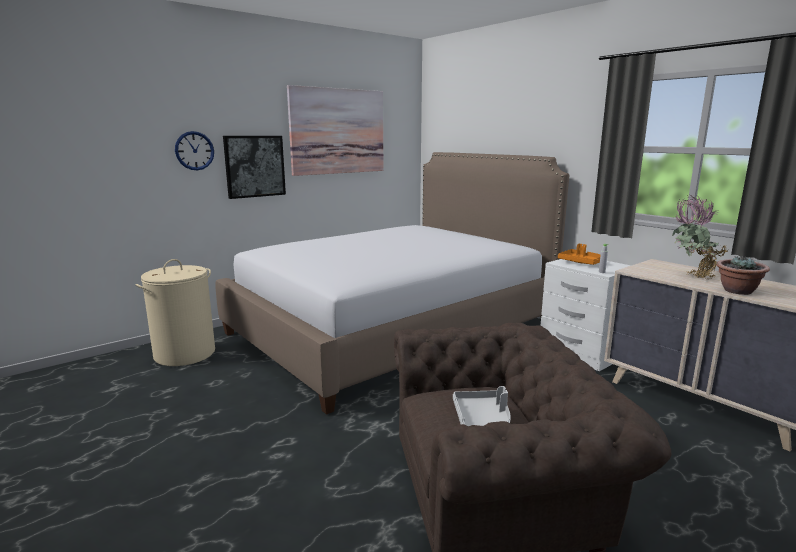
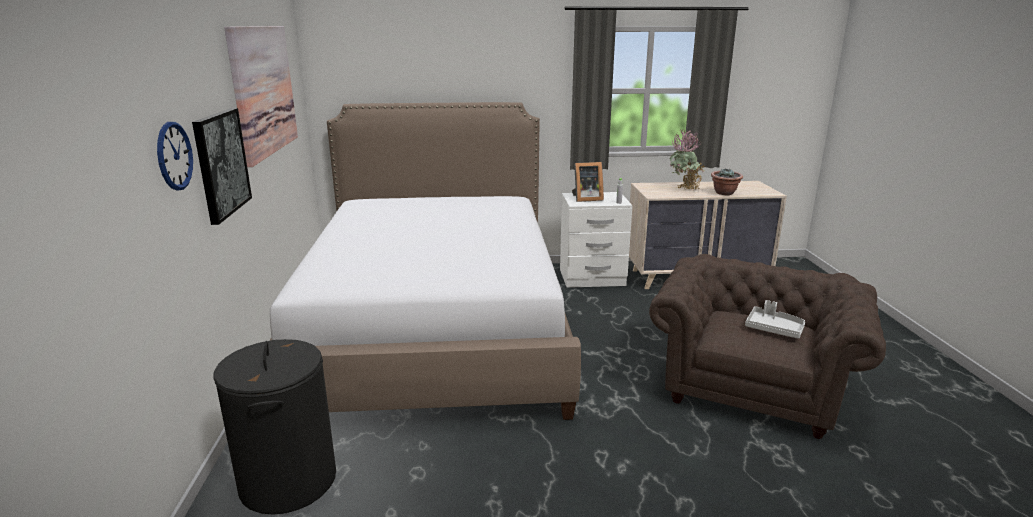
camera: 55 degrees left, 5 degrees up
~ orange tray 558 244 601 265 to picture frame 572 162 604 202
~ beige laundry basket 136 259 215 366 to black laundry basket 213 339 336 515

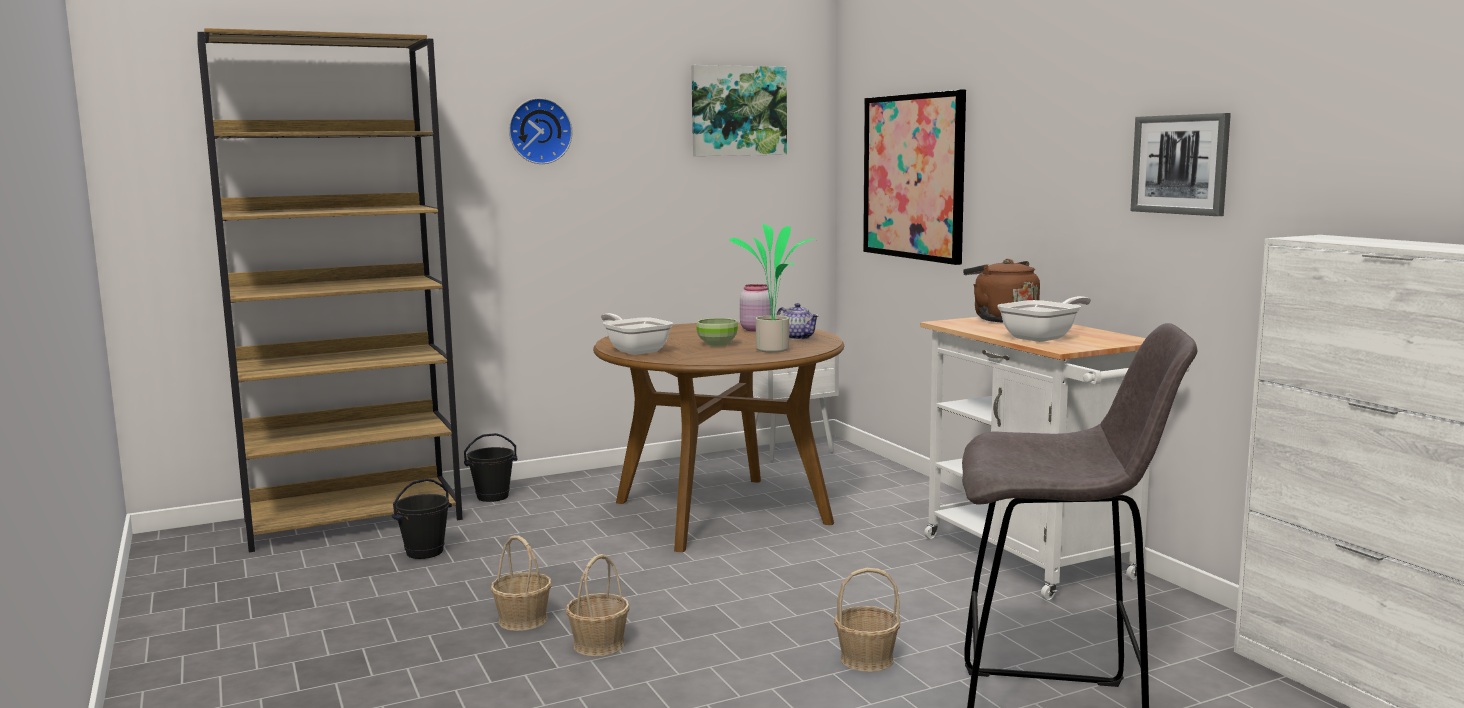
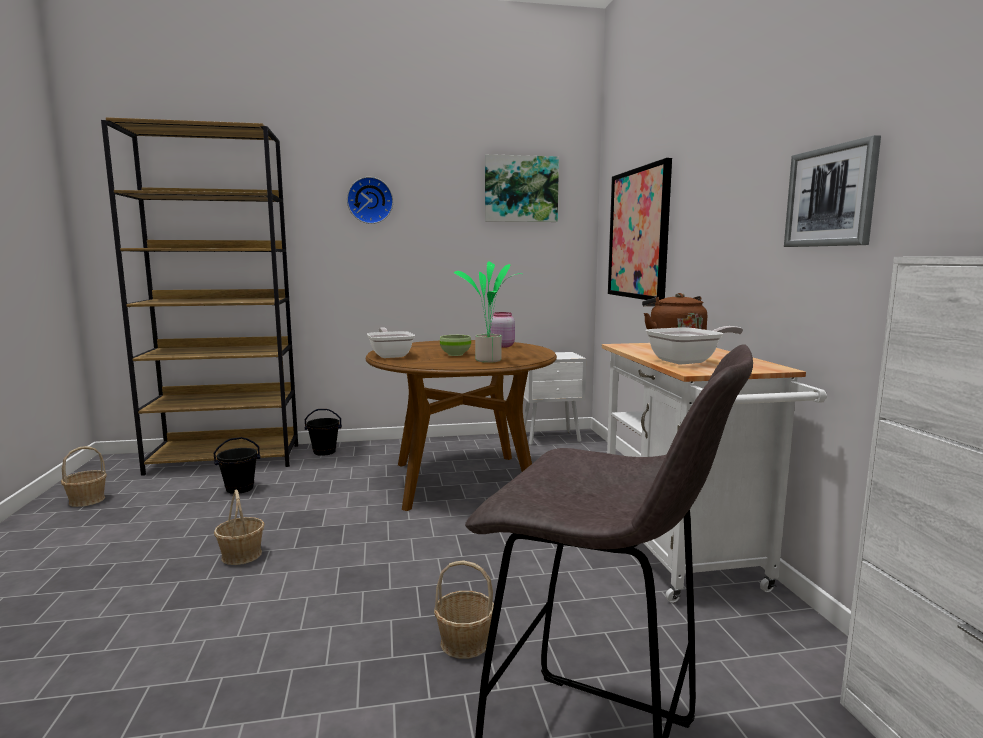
camera: 15 degrees right, 0 degrees up
- teapot 777 303 819 340
~ basket 566 554 630 657 to 61 446 107 507

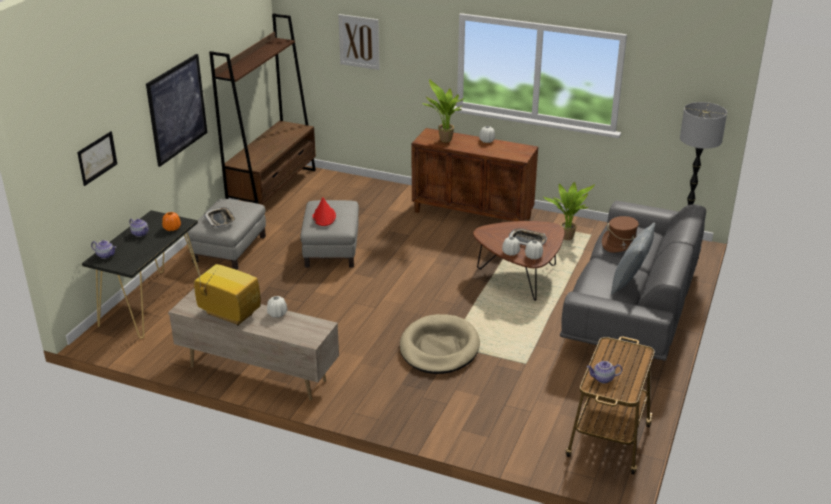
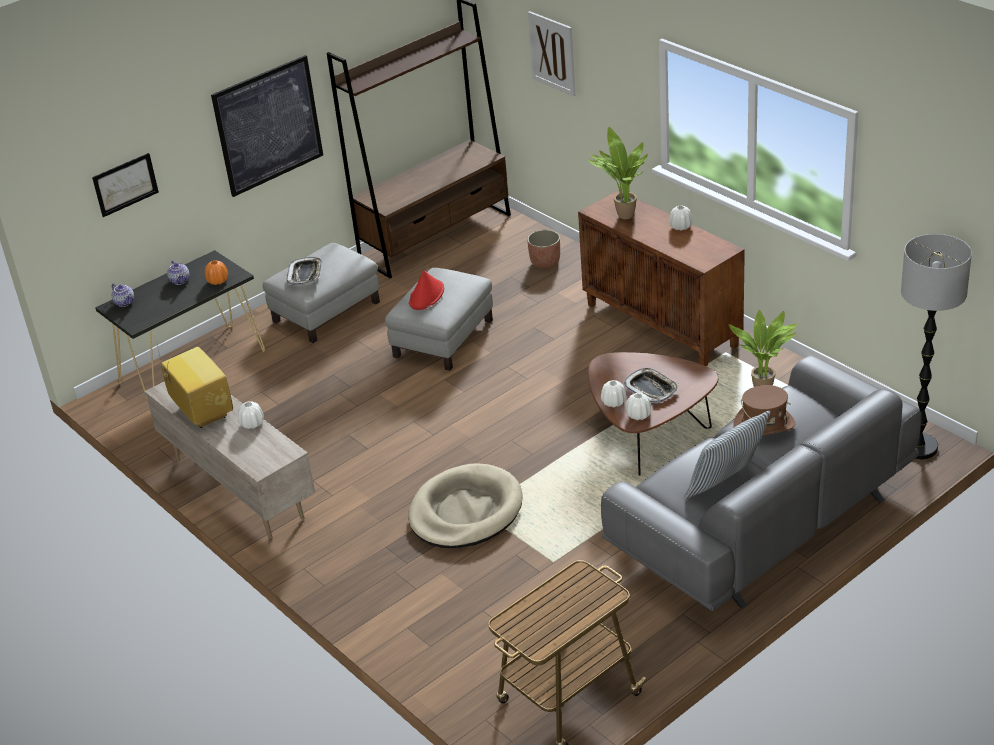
camera: 30 degrees right, 5 degrees up
- teapot 587 361 622 383
+ planter 527 230 560 268

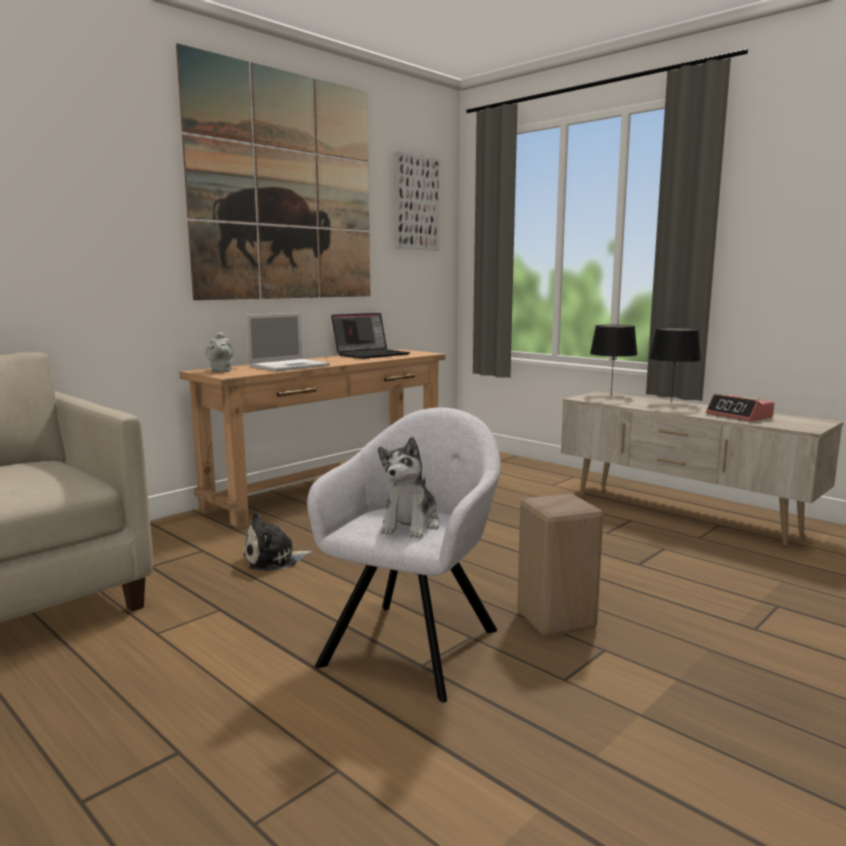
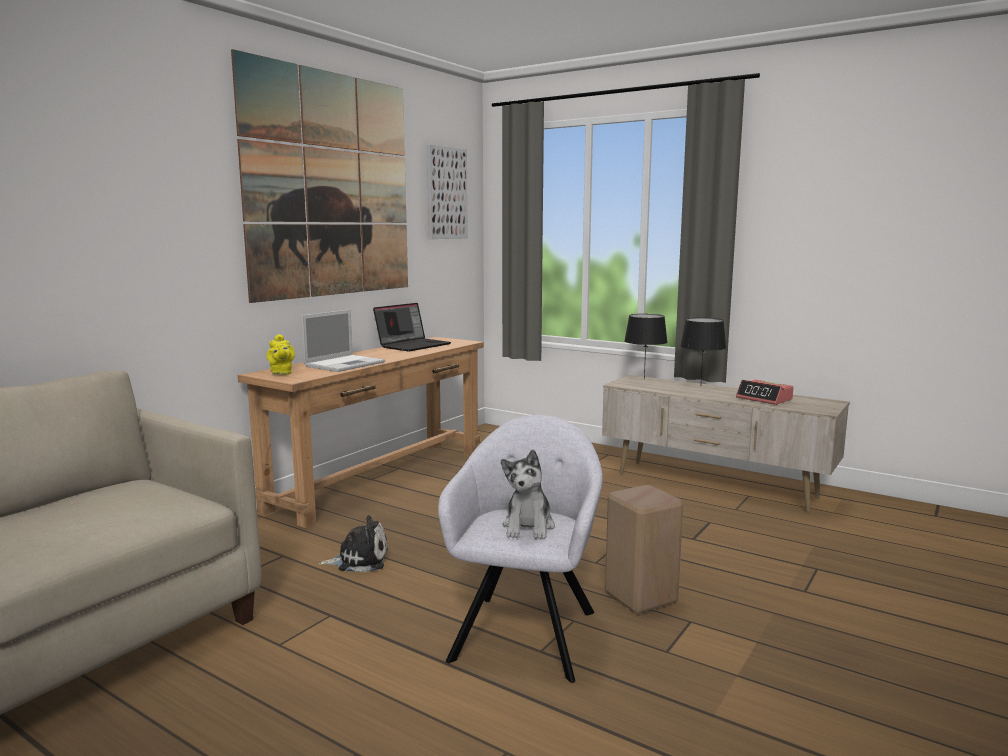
camera: 10 degrees left, 0 degrees up
~ grey teapot 205 332 234 372 to yellow teapot 266 334 295 375
~ plush toy 243 512 313 571 = 318 515 388 573 150 degrees counterclockwise

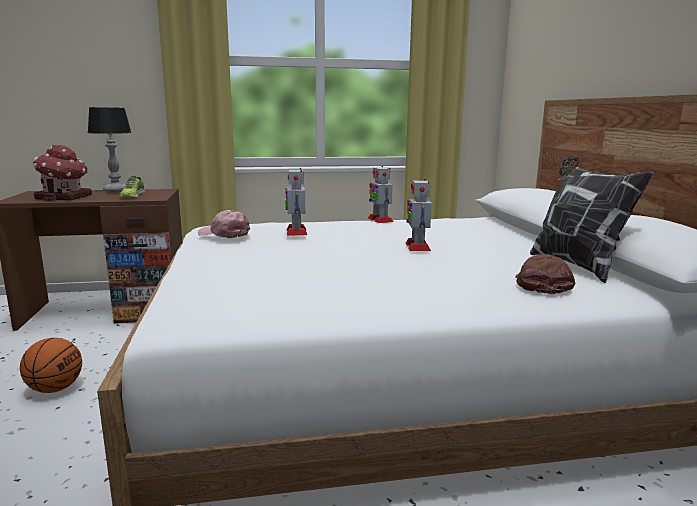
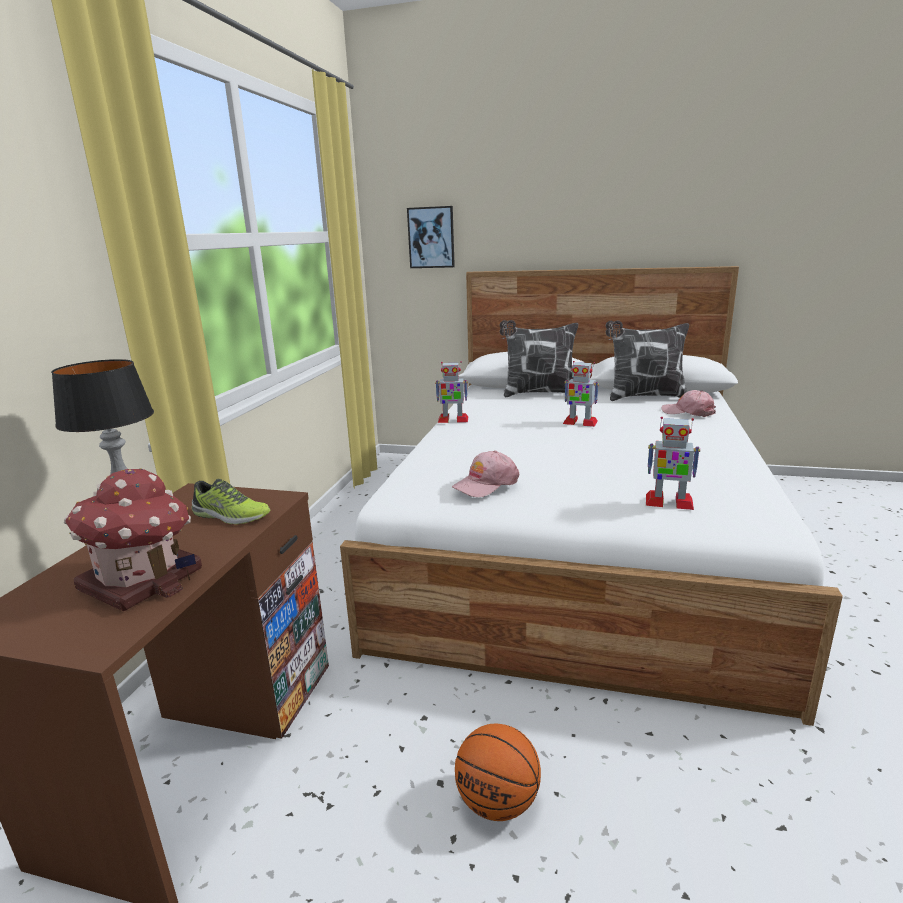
camera: 65 degrees left, 5 degrees up
+ picture 407 206 455 268
+ pillow 500 320 578 397
~ toy robot 285 168 307 236 to 646 417 700 510
~ brown cap 515 254 575 294 to pink cap 662 390 716 417

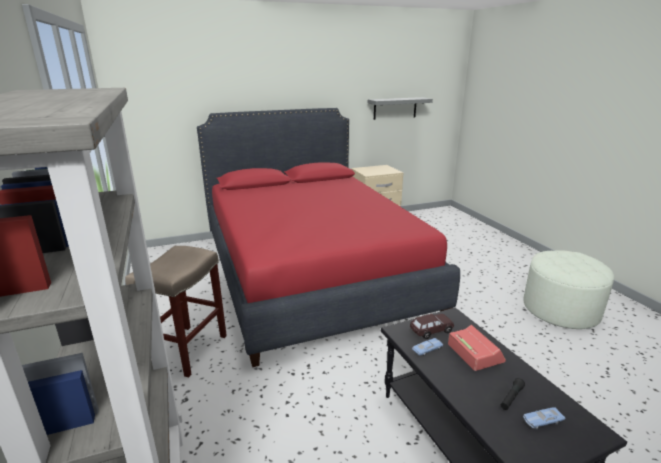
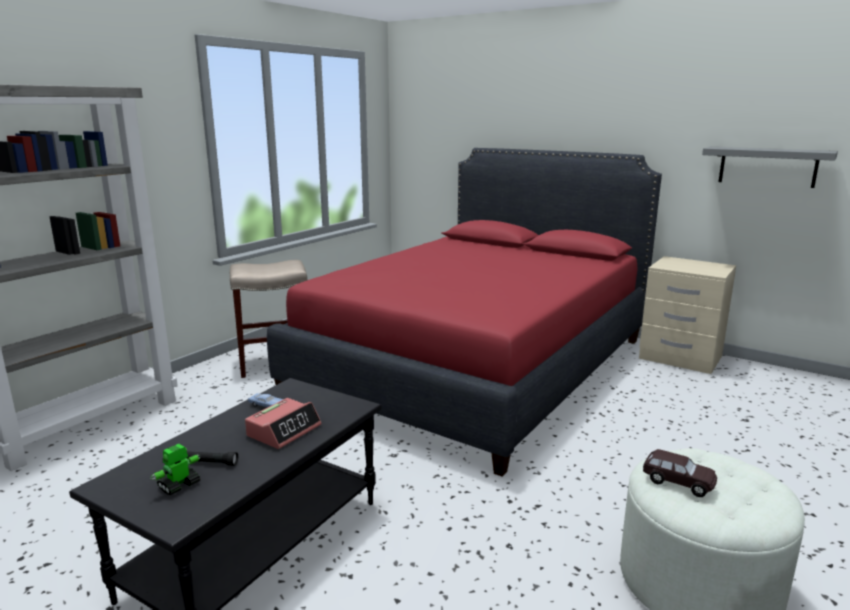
camera: 55 degrees right, 5 degrees down
~ brown toy car 410 314 454 339 to 643 449 717 497
~ blue toy car 523 407 565 430 to toy robot 150 444 201 495

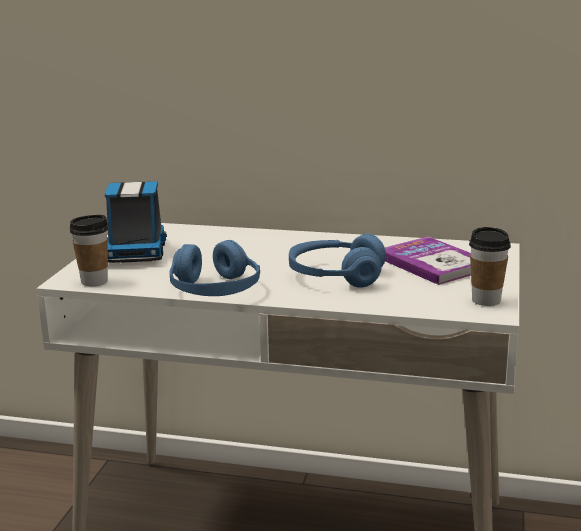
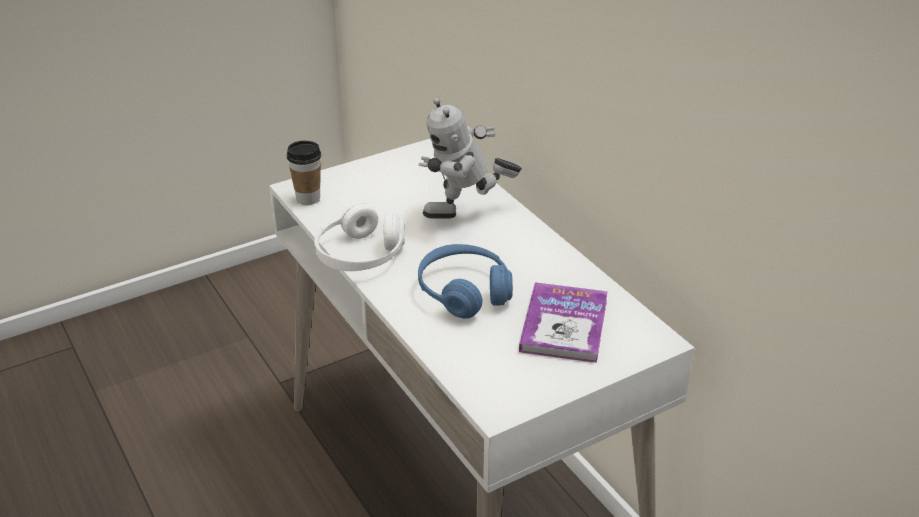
camera: 45 degrees right, 15 degrees up
- toy truck 105 181 167 263
- cup 469 227 511 306
+ toy robot 419 98 522 218
~ blue headphones 169 240 260 296 to white headphones 314 202 405 271

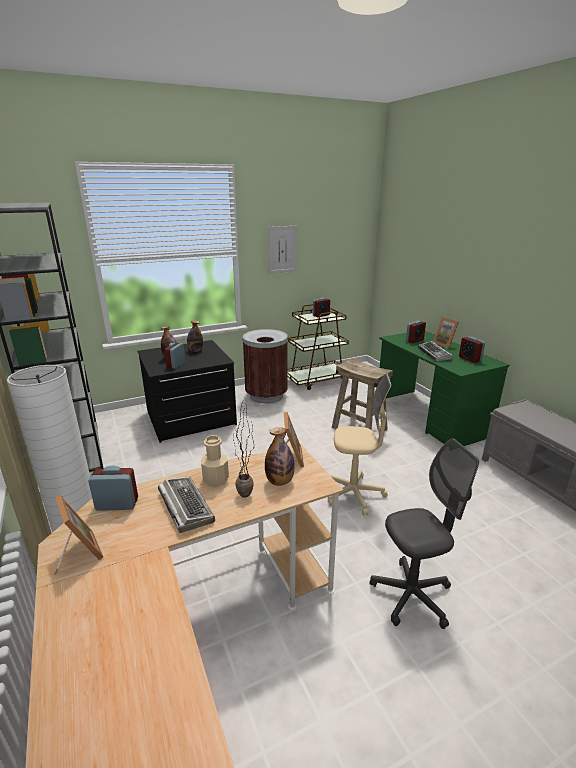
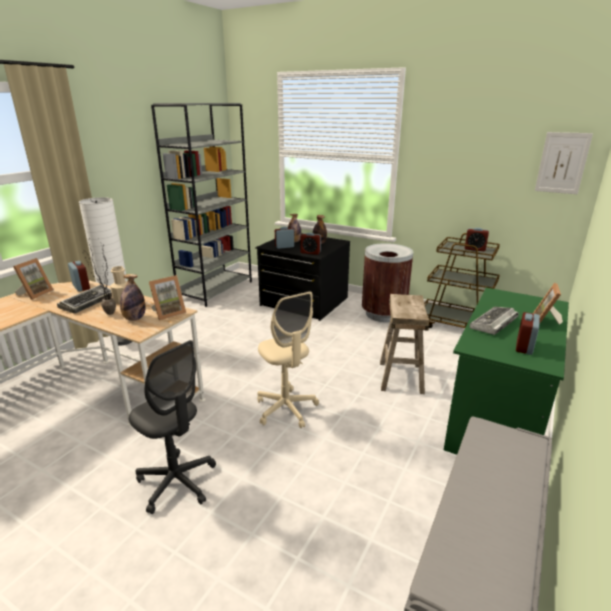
camera: 55 degrees right, 0 degrees up
~ picture 268 226 297 274 to 535 132 593 194
~ alarm clock 406 321 426 343 to 301 233 321 255

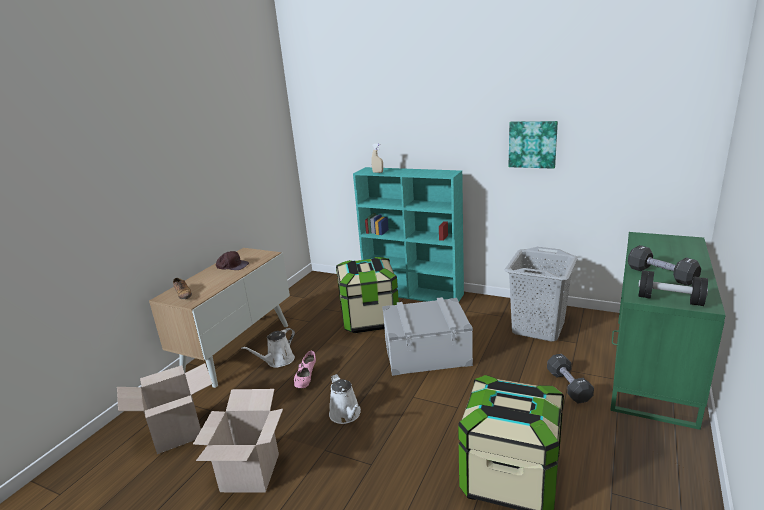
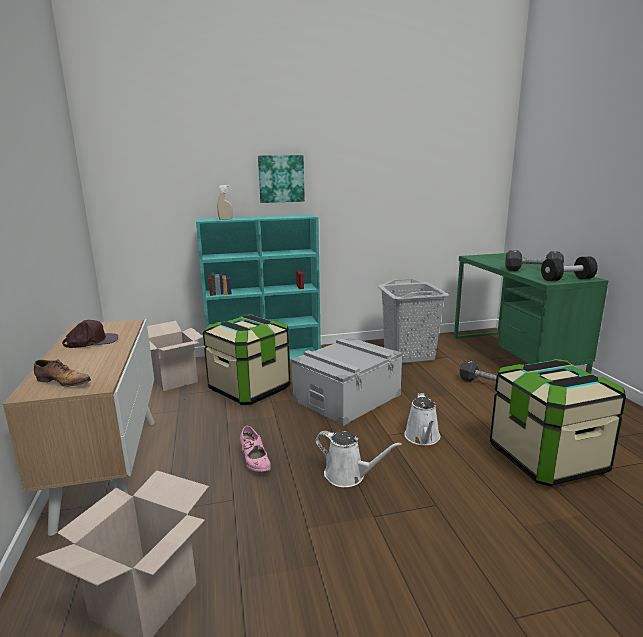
camera: 40 degrees left, 5 degrees down
~ cardboard box 193 389 283 493 to 147 321 203 391
~ white watering can 241 328 295 368 to 404 393 441 445
~ picture 509 121 558 169 to 258 155 305 203

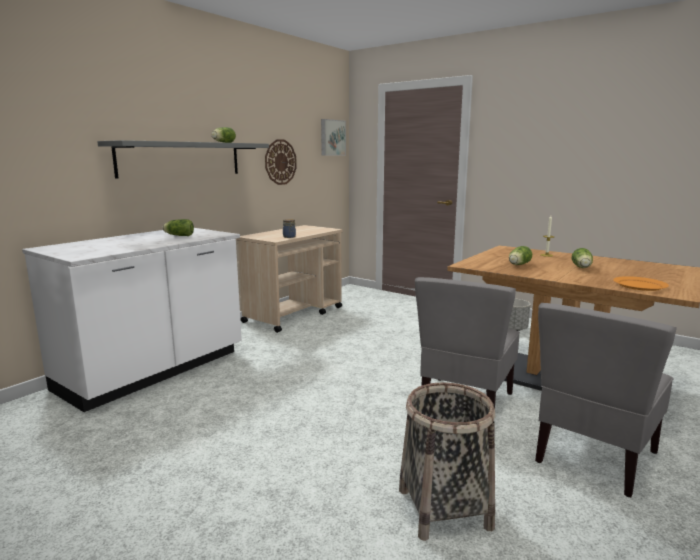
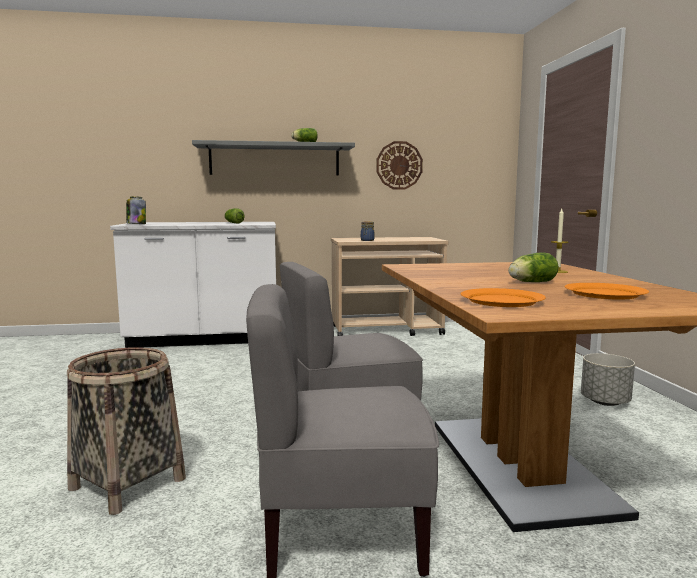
camera: 45 degrees right, 5 degrees down
- picture 321 119 346 155
- lettuce 509 246 532 265
+ jar 126 196 146 224
+ orange plate 565 283 649 300

